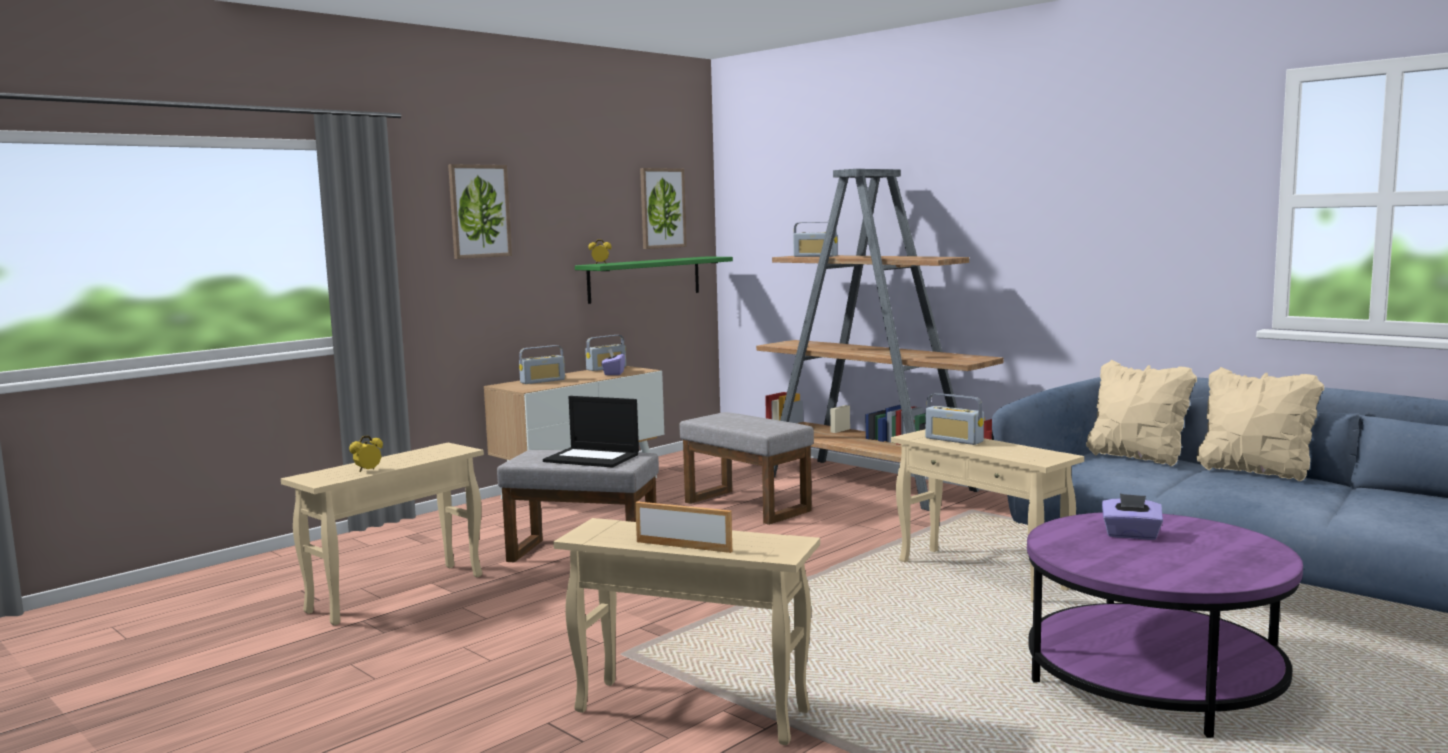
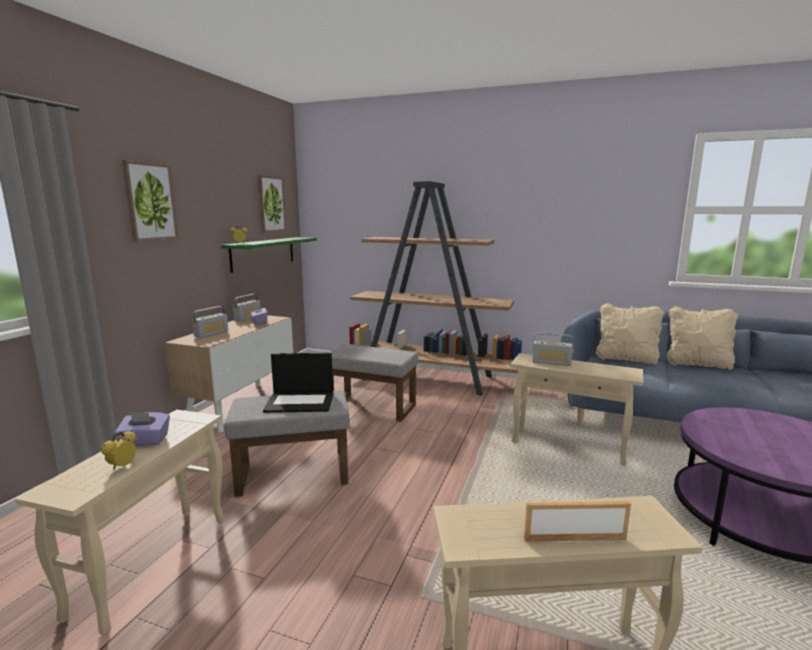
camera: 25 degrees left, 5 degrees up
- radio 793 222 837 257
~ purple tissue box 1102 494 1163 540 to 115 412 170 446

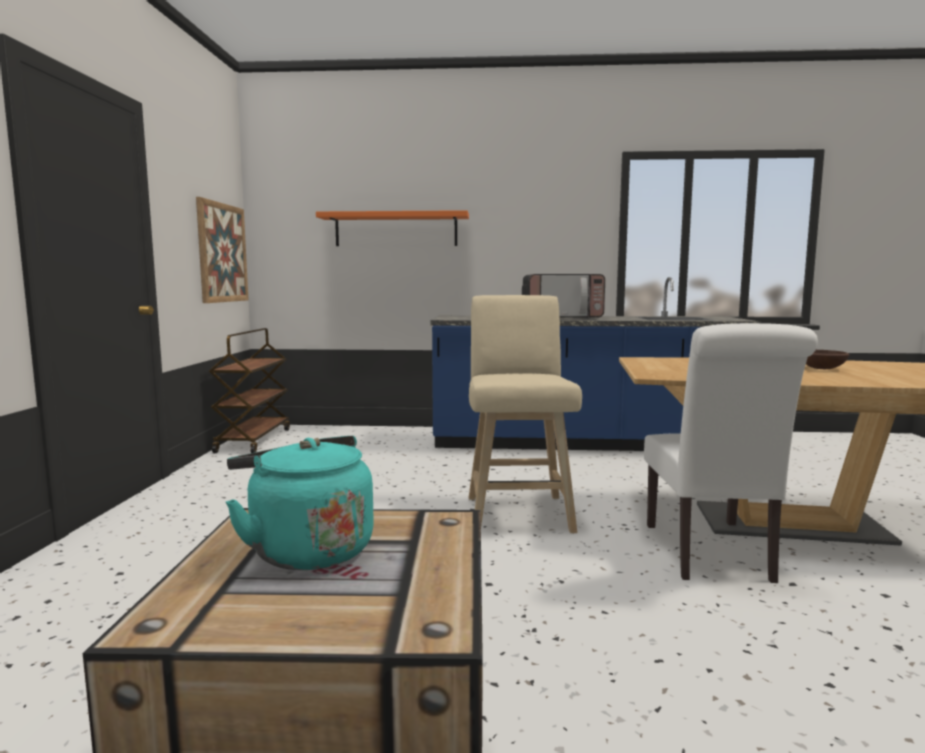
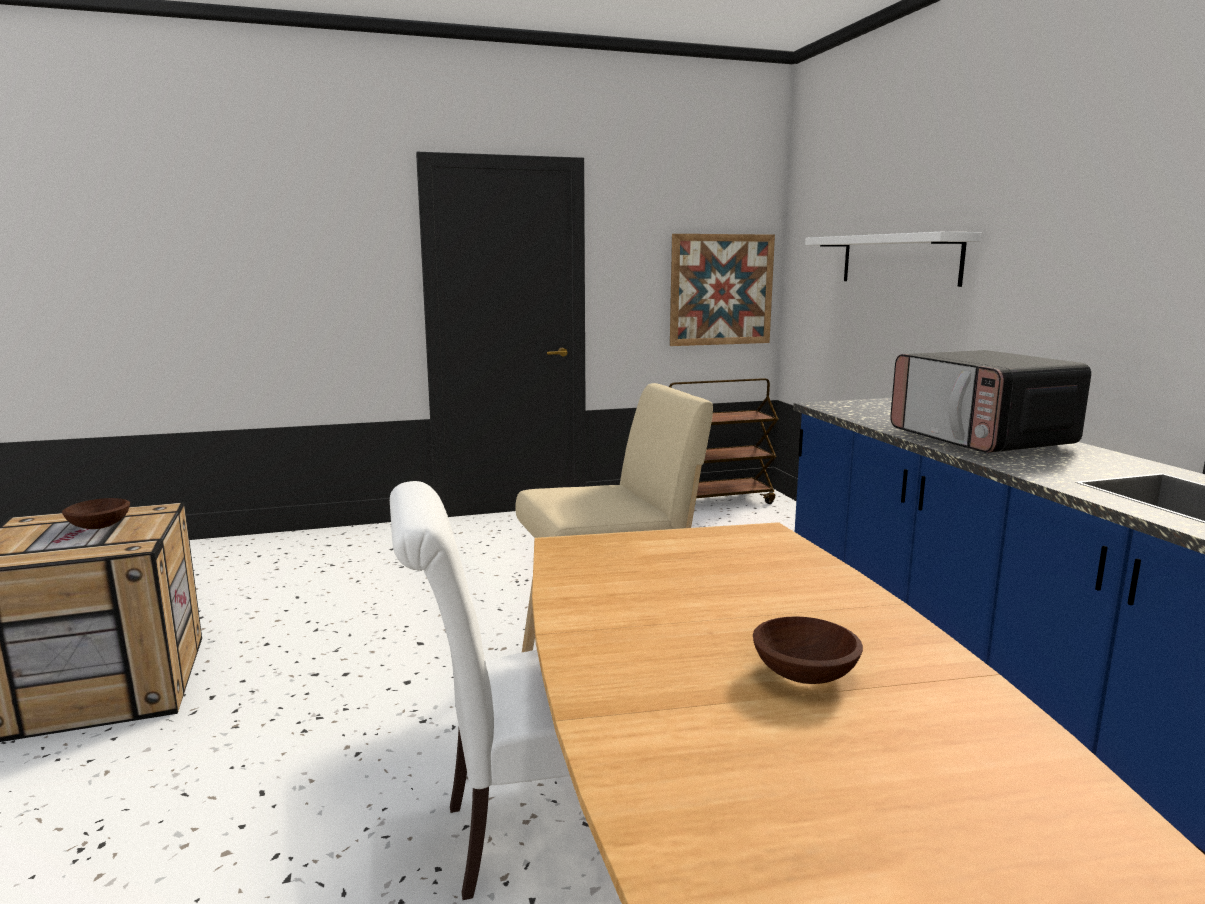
camera: 70 degrees right, 5 degrees up
~ turquoise kettle 226 436 374 570 to brown bowl 62 498 130 529
~ orange shelf 316 210 469 246 to white shelf 805 232 982 287

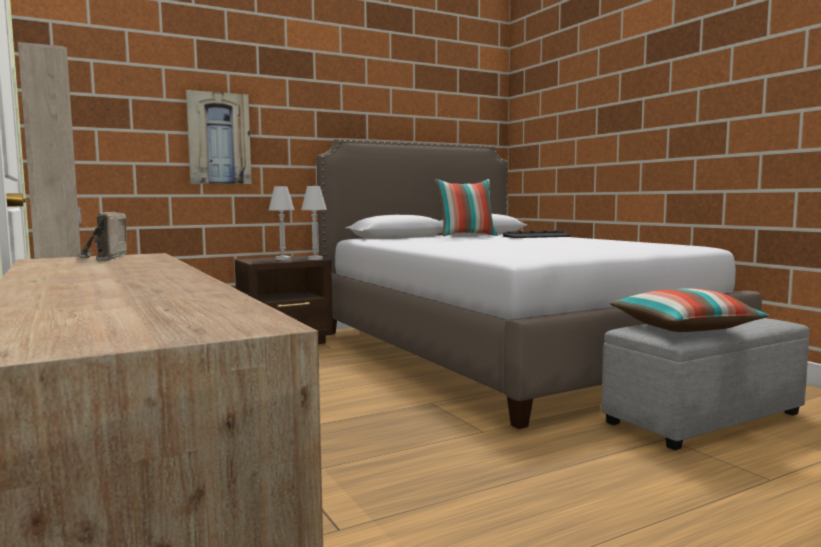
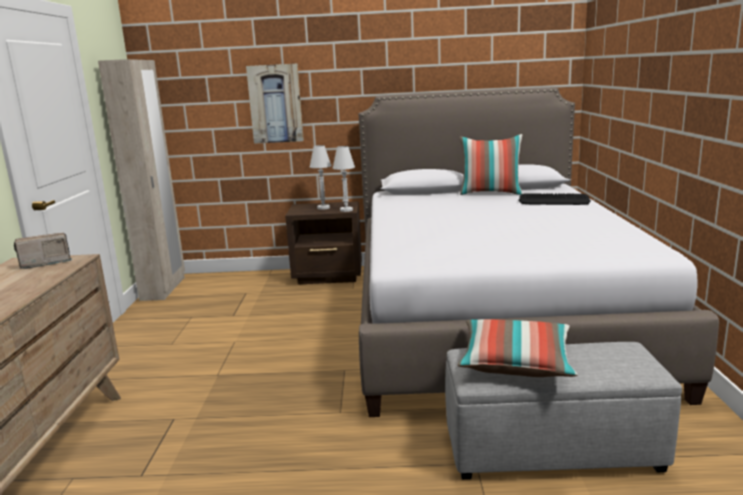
camera: 30 degrees right, 10 degrees up
~ radio 78 212 127 261 = 14 232 72 269 45 degrees clockwise

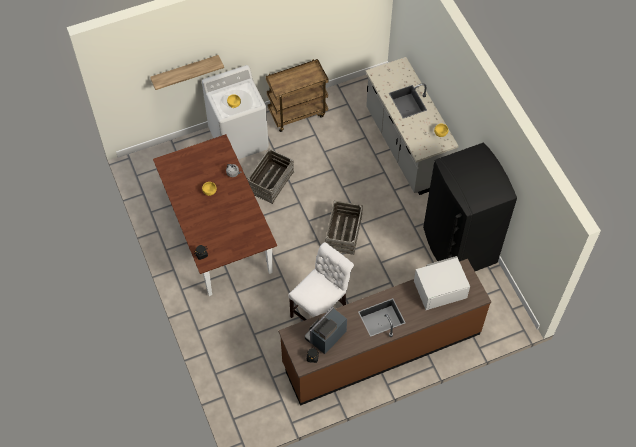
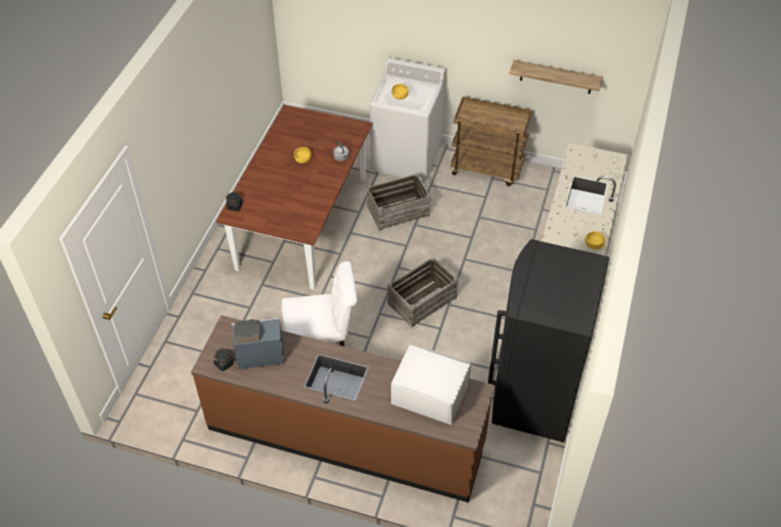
camera: 40 degrees right, 10 degrees down
~ shelf 150 55 224 90 to 509 60 603 94

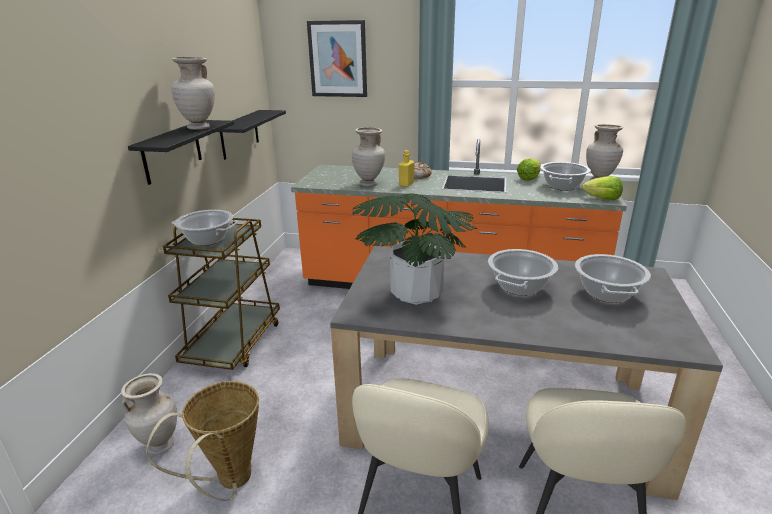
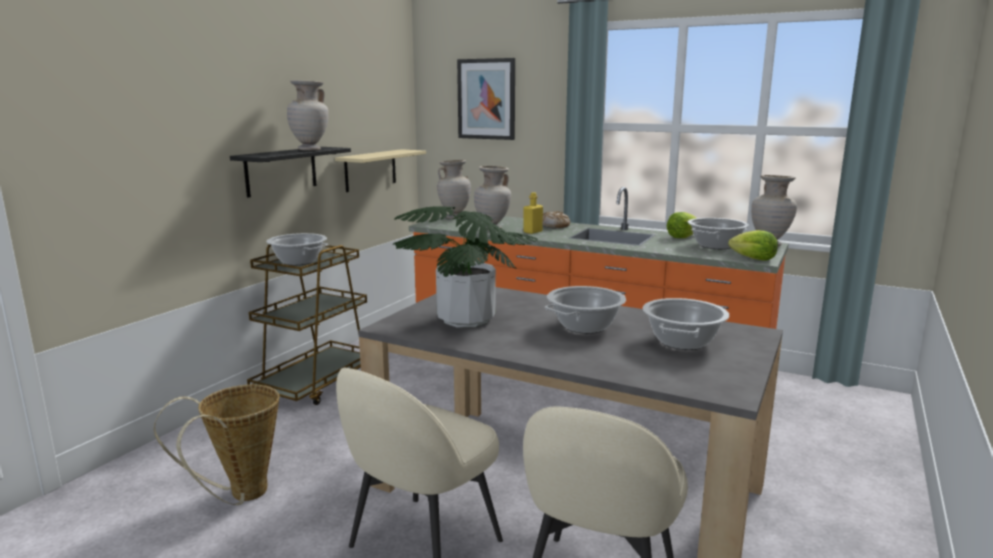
camera: 15 degrees right, 10 degrees down
~ beige vase 121 373 177 454 to 437 160 471 219
~ black shelf 217 110 286 160 to beige shelf 335 149 426 192

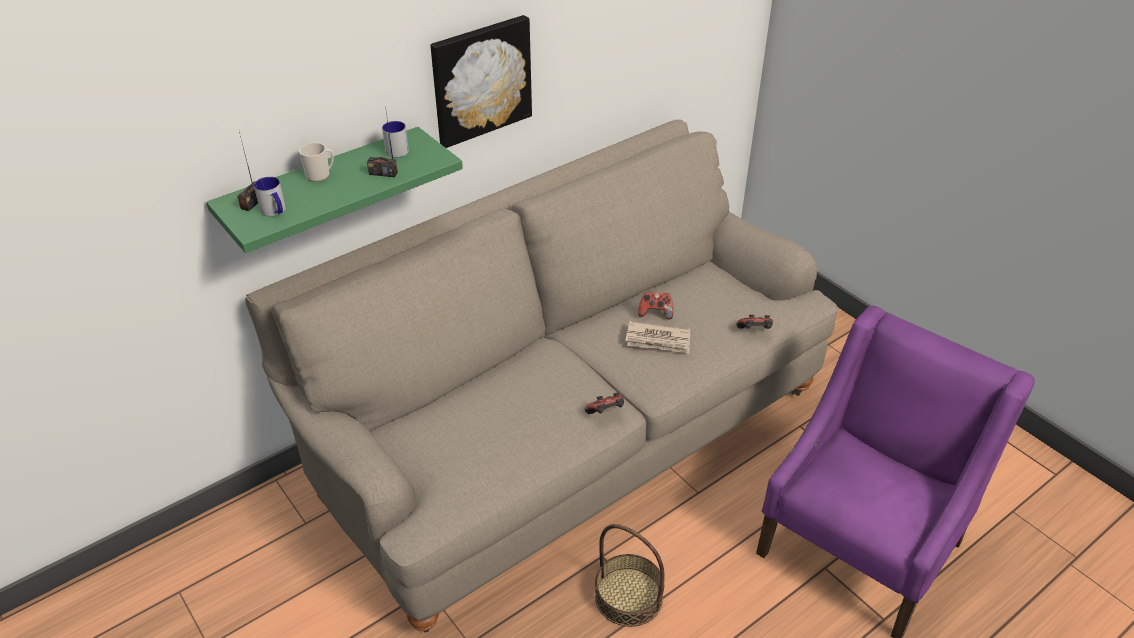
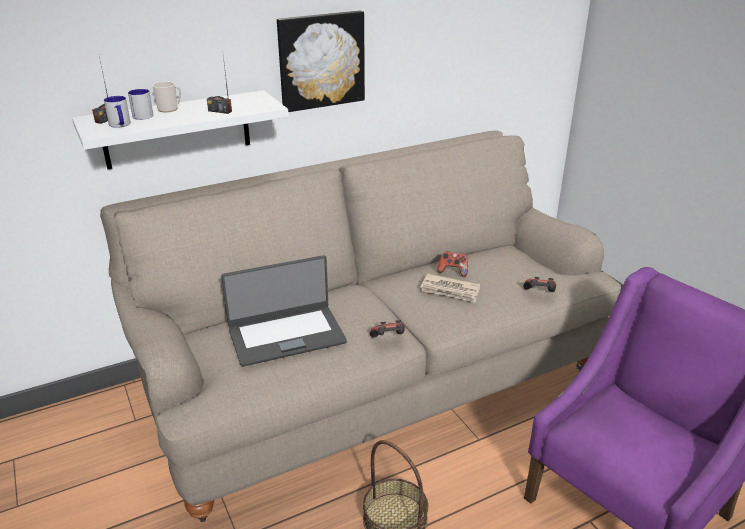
camera: 10 degrees right, 10 degrees down
+ laptop 221 255 347 367
~ mug 382 121 409 158 to 128 89 153 120
~ green shelf 206 127 463 253 to white shelf 72 90 289 169

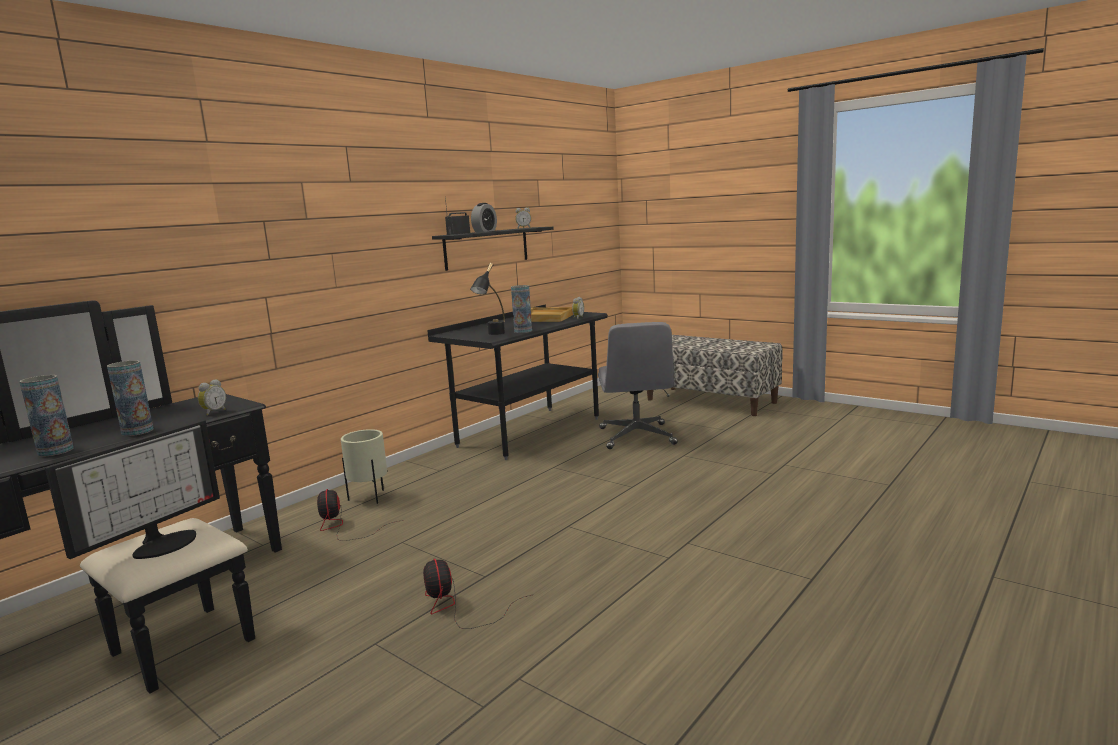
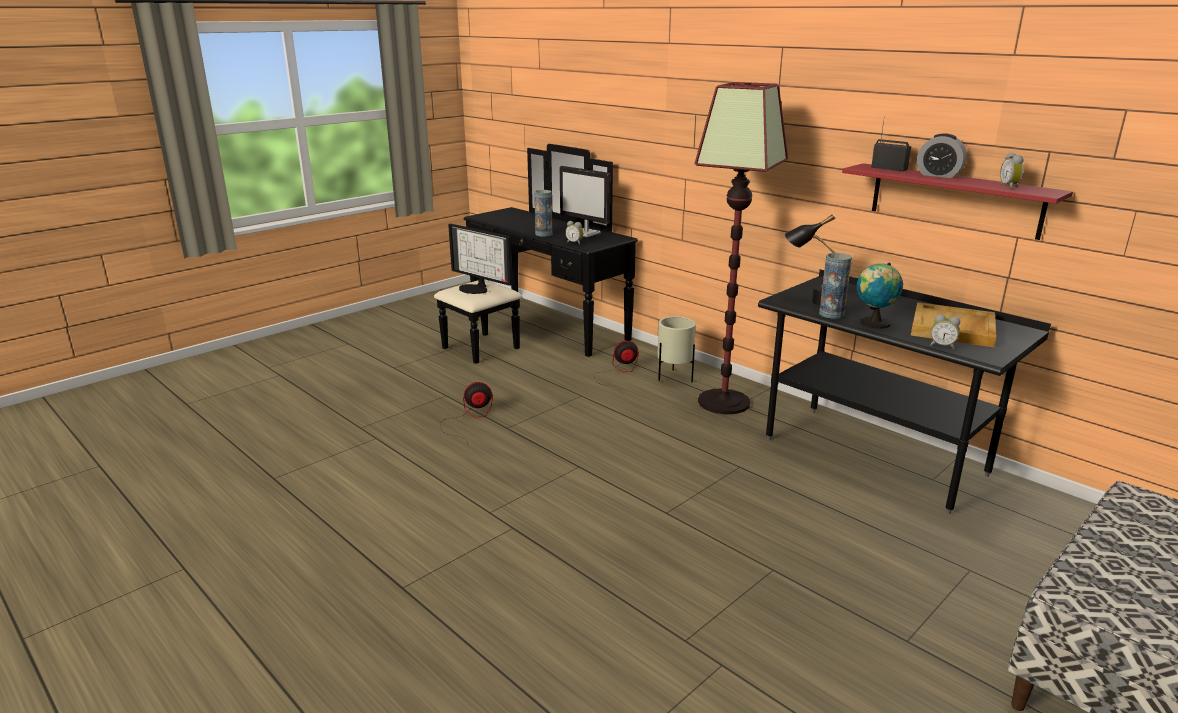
camera: 95 degrees right, 10 degrees up
- vase 19 375 74 457
- grey office chair 598 322 678 449
+ monitor 560 166 610 237
+ floor lamp 695 82 788 414
+ globe 857 263 903 329
~ black shelf 432 227 553 271 to red shelf 842 163 1073 240

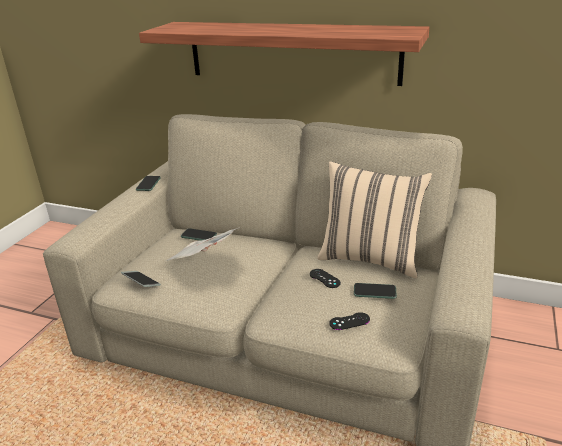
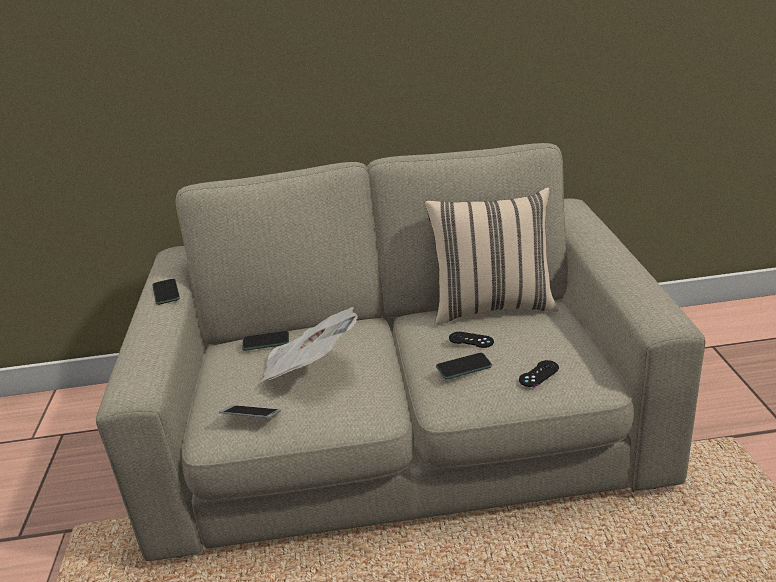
camera: 25 degrees left, 0 degrees up
- shelf 139 22 430 86
~ phone 354 283 397 299 to 436 353 492 379

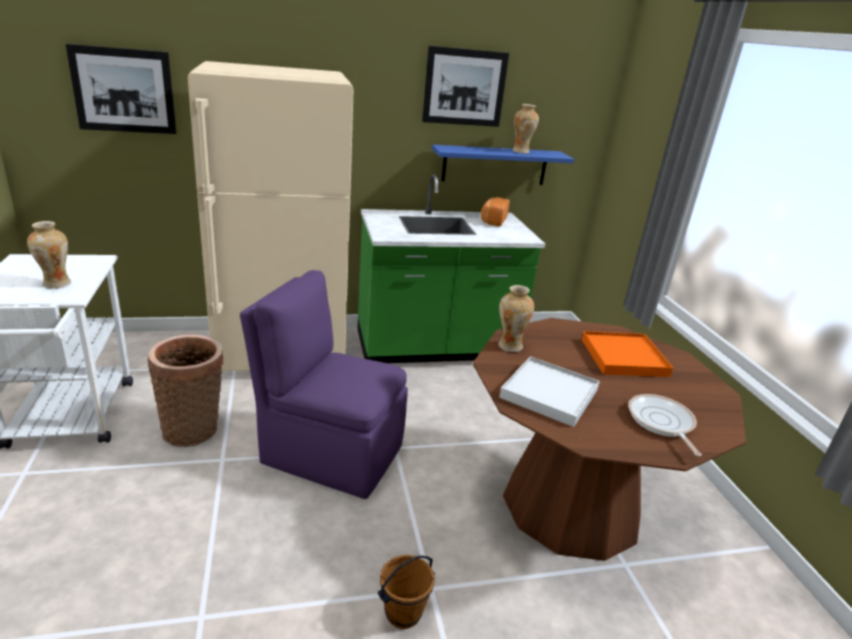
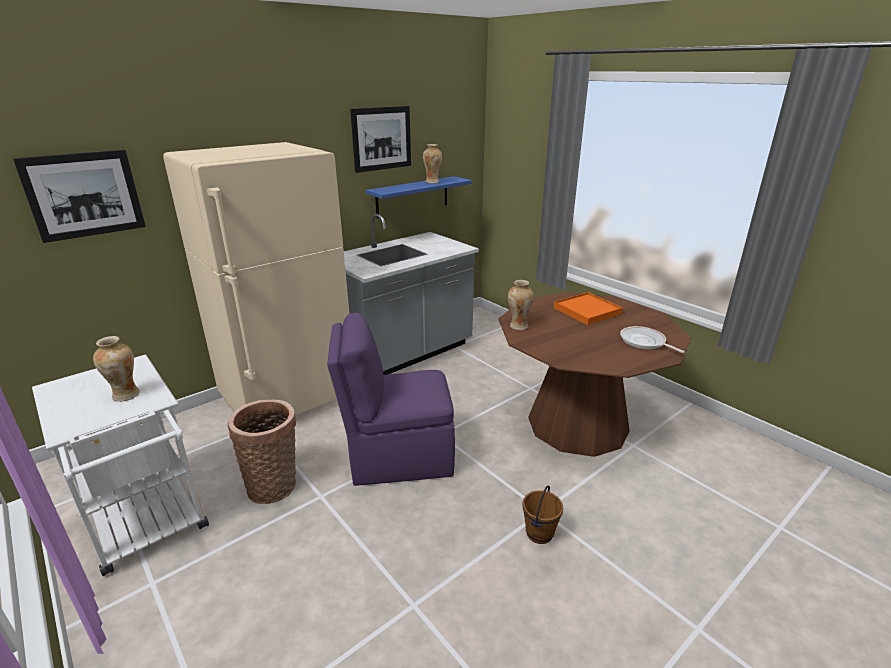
camera: 25 degrees left, 0 degrees up
- bread 481 197 510 226
- white tray 499 356 600 427
~ green counter 358 174 545 363 to grey counter 344 214 479 375

